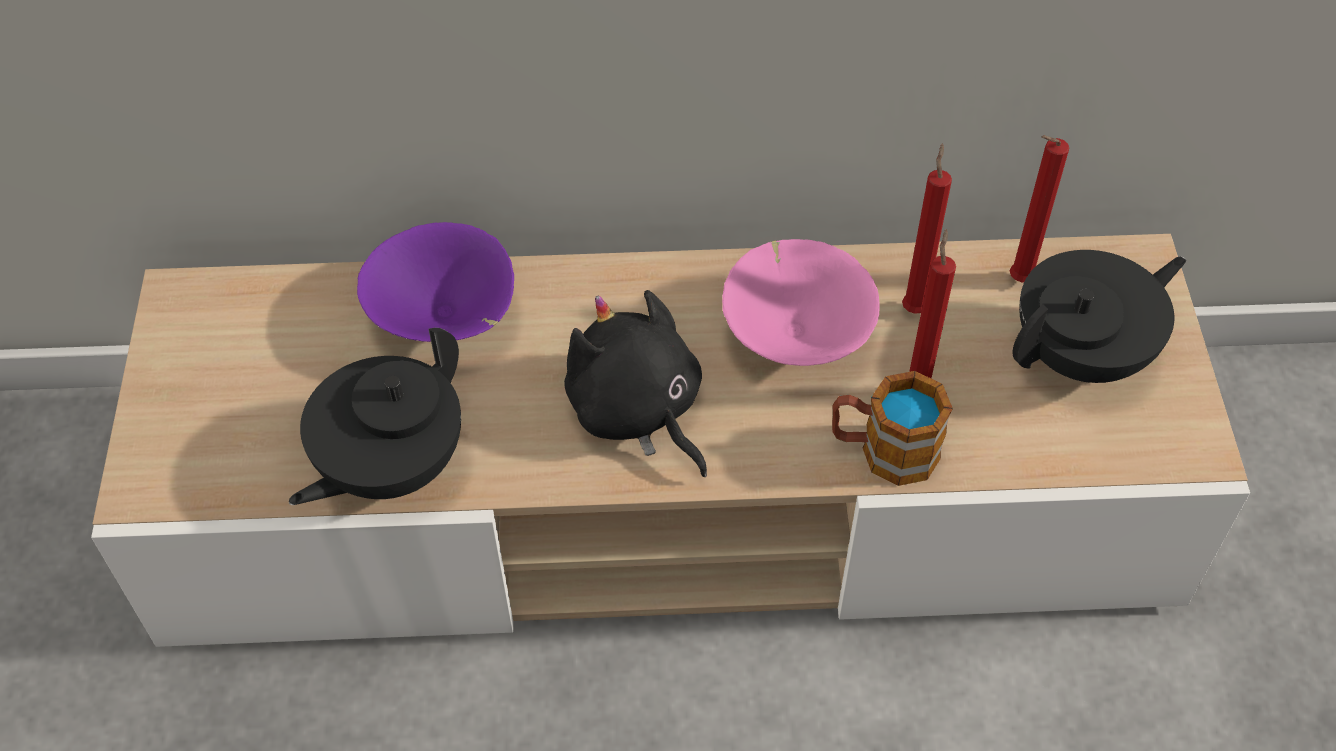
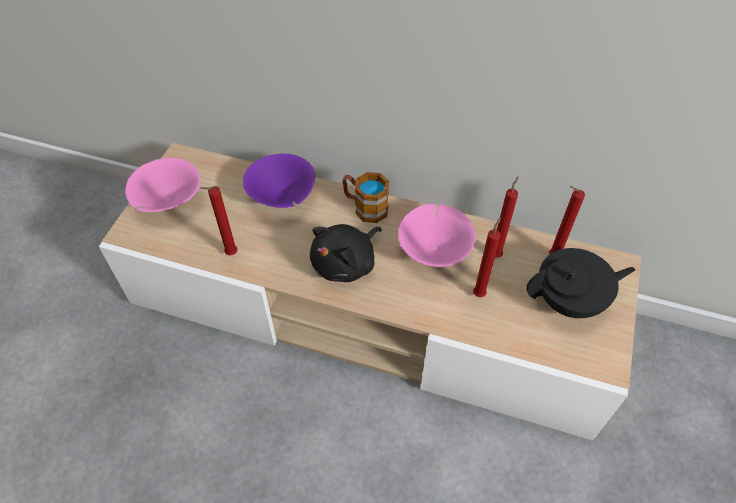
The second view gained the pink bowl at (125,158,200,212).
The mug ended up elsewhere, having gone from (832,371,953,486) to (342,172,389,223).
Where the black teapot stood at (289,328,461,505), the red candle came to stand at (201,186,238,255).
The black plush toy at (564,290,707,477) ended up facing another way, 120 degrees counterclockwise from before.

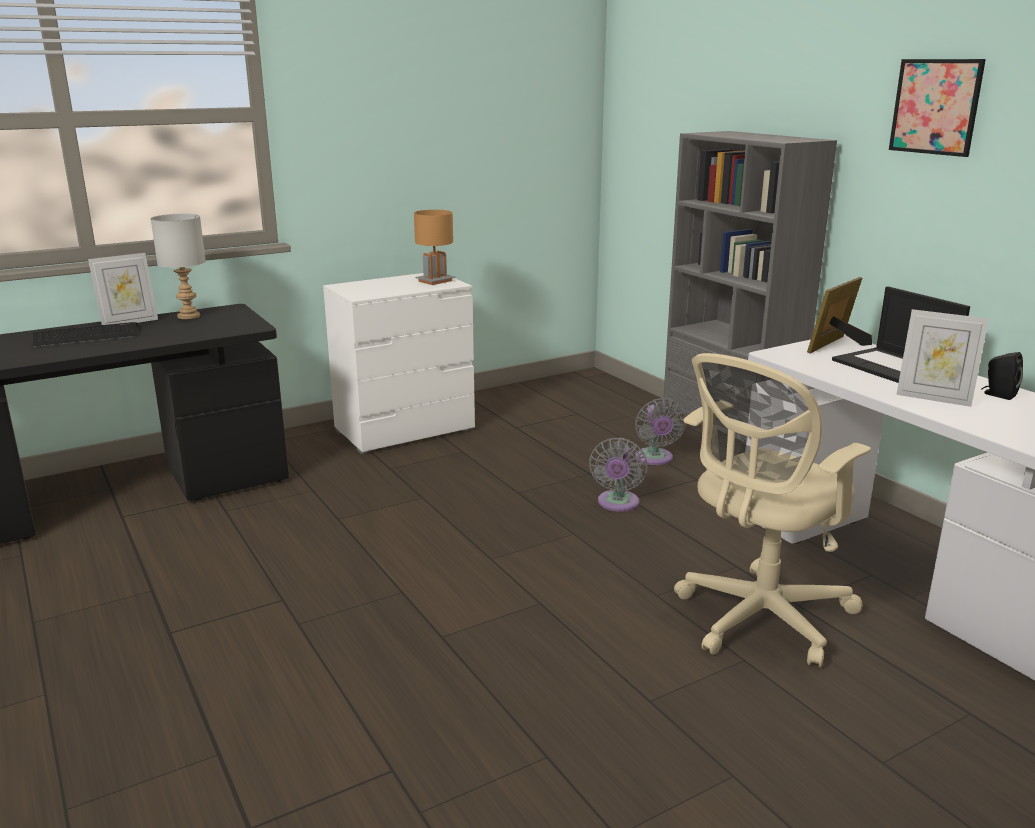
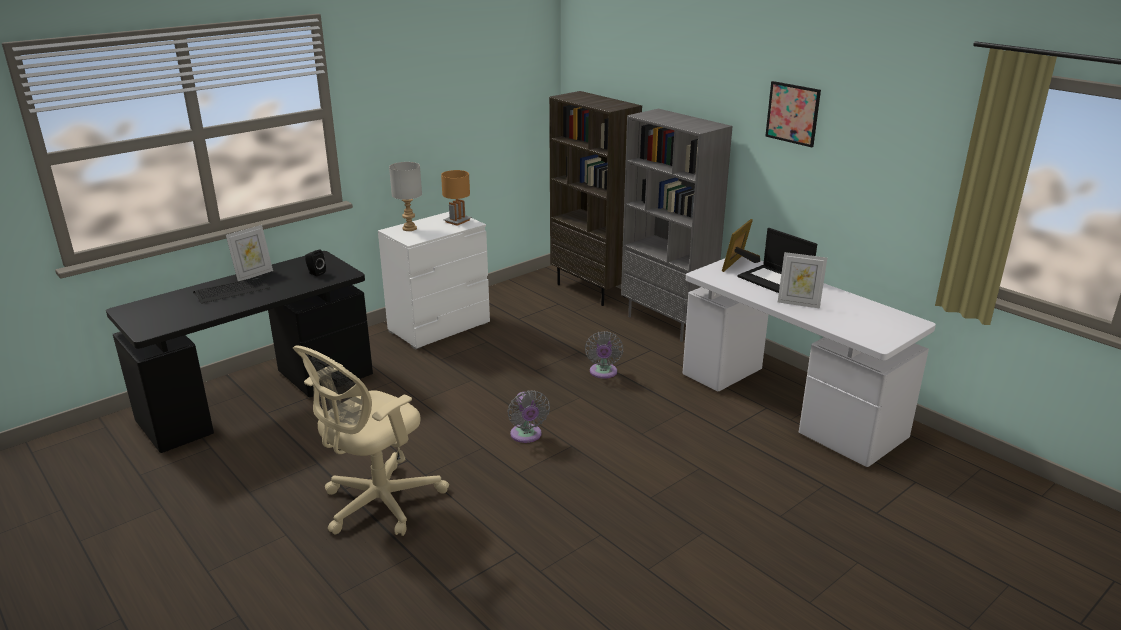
The second view gained the brown bookcase at (549,91,642,306).
The grey table lamp ended up elsewhere, having gone from (150,214,206,319) to (389,162,422,231).
The grey fan ended up elsewhere, having gone from (635,398,686,465) to (507,390,550,443).
The beige office chair ended up elsewhere, having gone from (674,353,871,667) to (293,345,449,536).
The black speaker ended up elsewhere, having gone from (981,352,1023,400) to (305,250,326,276).

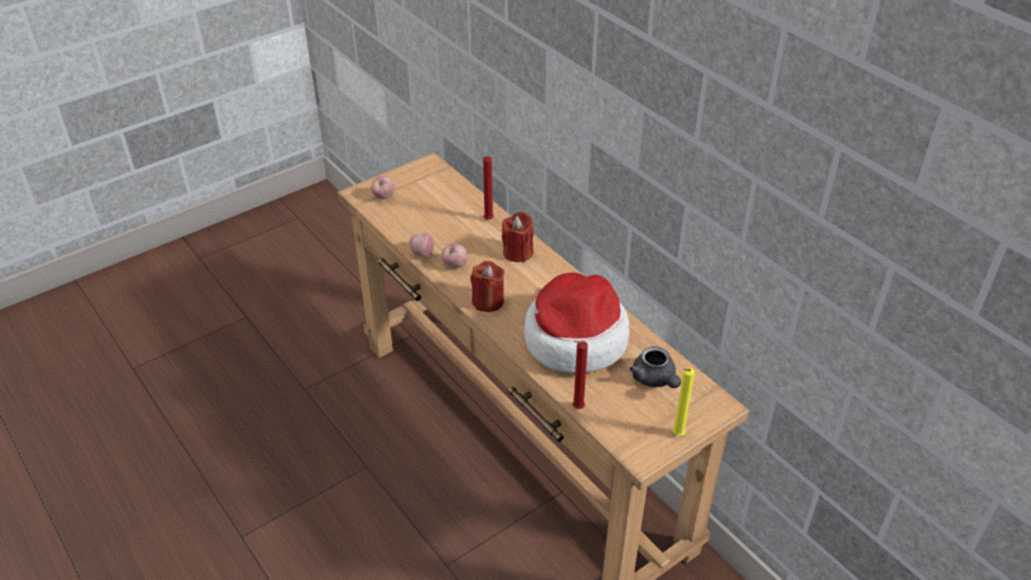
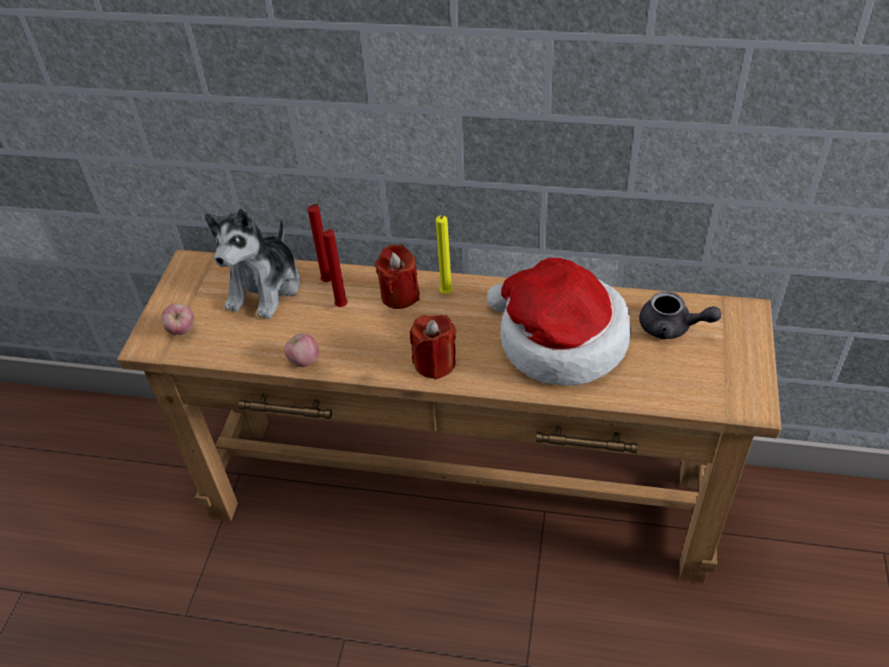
The second view lost the apple at (441,243,468,268).
The second view gained the plush toy at (204,208,300,319).
The red candle ended up elsewhere, having gone from (572,341,588,409) to (322,229,348,307).
The yellow candle ended up elsewhere, having gone from (673,368,695,436) to (436,215,453,294).

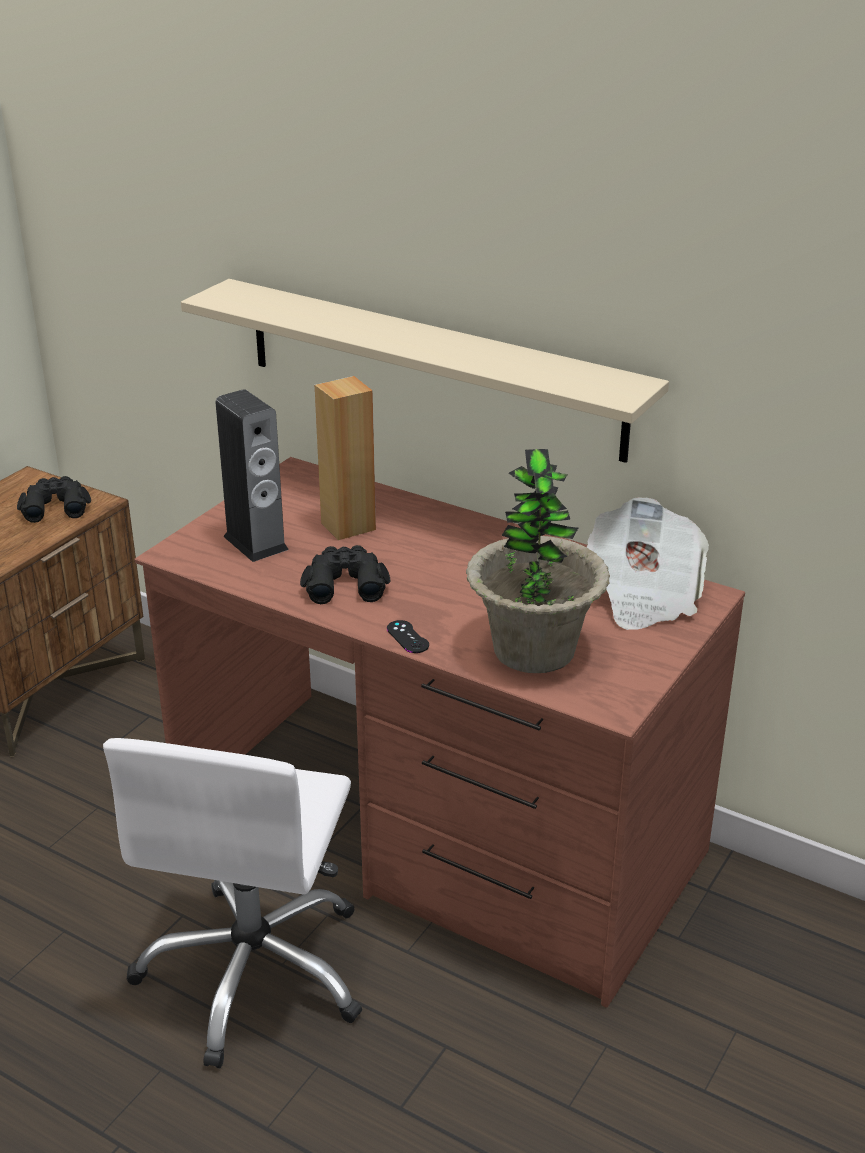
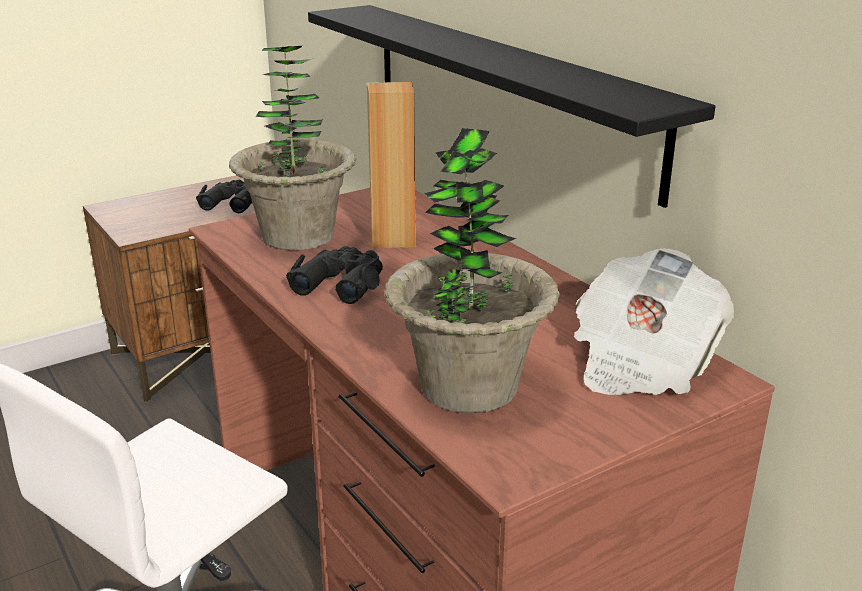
The second view lost the black game controller at (387,620,429,653).
Where the speaker stood at (216,389,289,562), the potted plant came to stand at (229,46,356,250).
What was the beige shelf at (181,279,669,463) turned into the black shelf at (308,5,716,208).

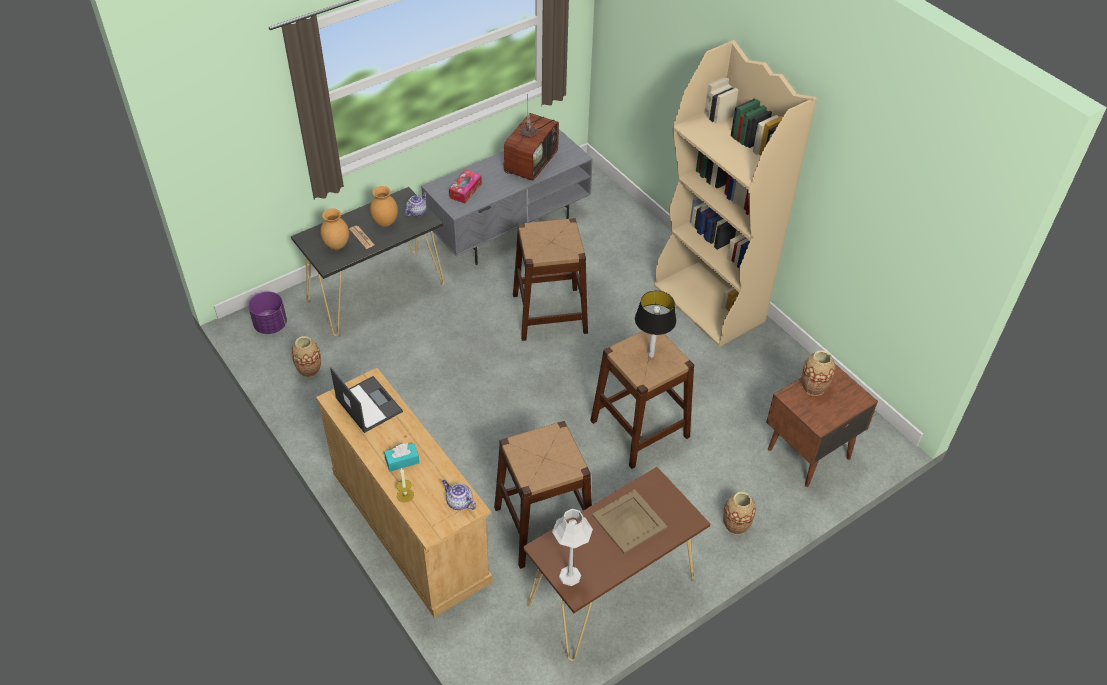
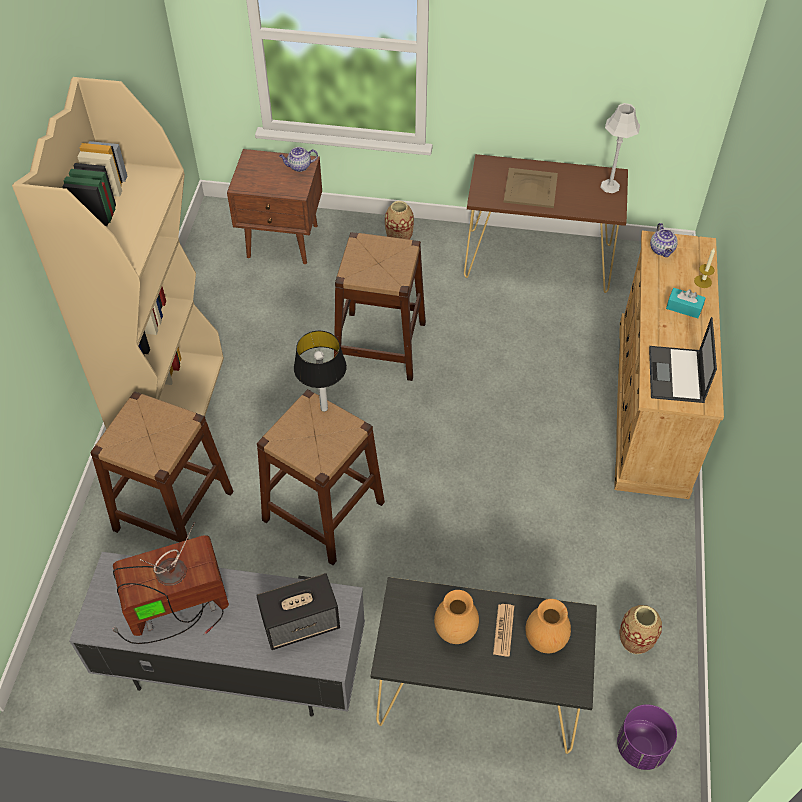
The second view lost the vase at (801,350,835,396).
The teapot ended up elsewhere, having gone from (405,192,427,217) to (279,147,318,172).
The brown stool ended up elsewhere, having gone from (494,421,592,569) to (90,391,233,542).
The table lamp ended up elsewhere, having gone from (635,290,676,358) to (294,331,347,412).
Where the tissue box stood at (449,170,482,204), the speaker came to stand at (256,573,340,650).

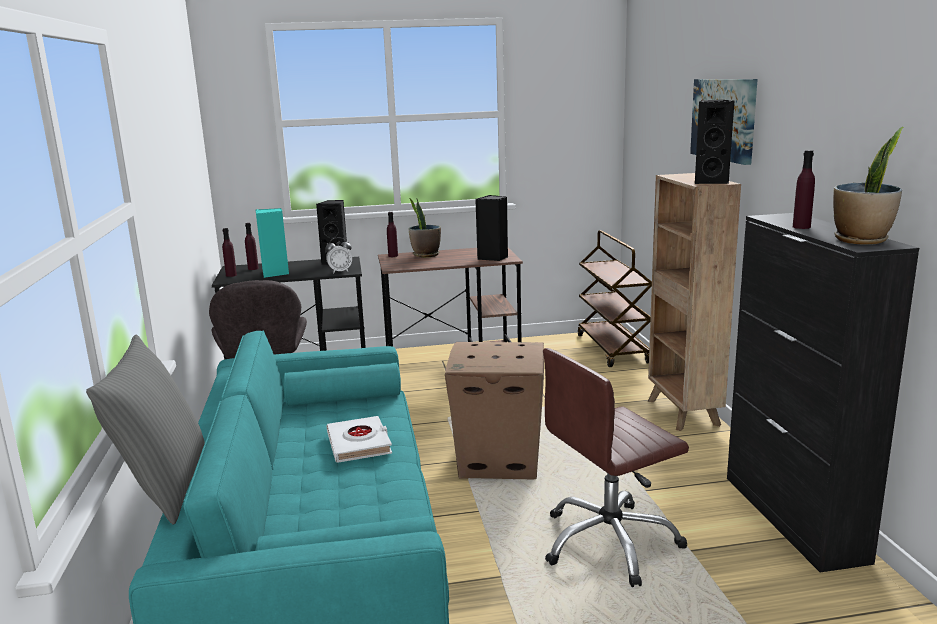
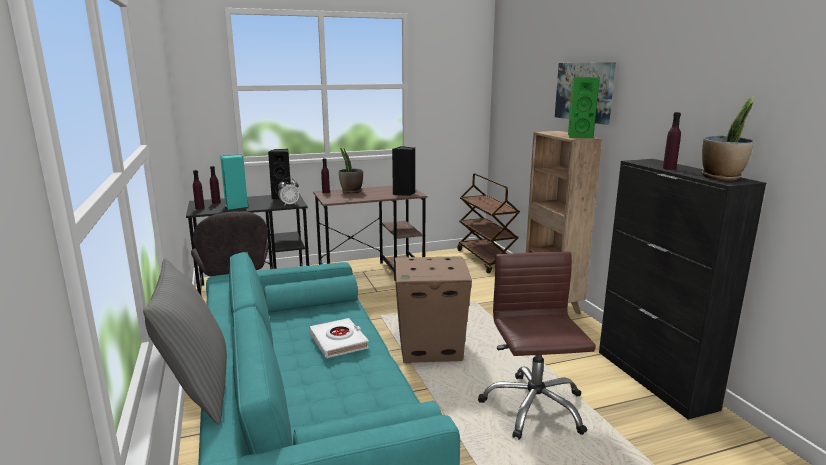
What was the black speaker at (694,100,734,184) turned into the green speaker at (568,77,600,138).
The brown office chair at (543,348,689,587) ended up facing another way, 120 degrees clockwise from before.

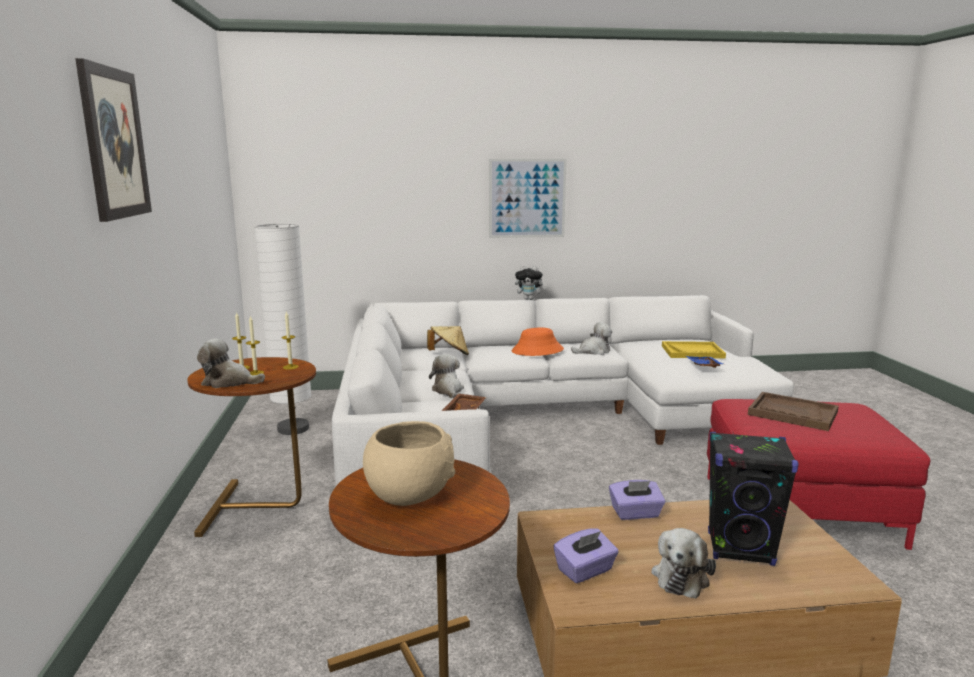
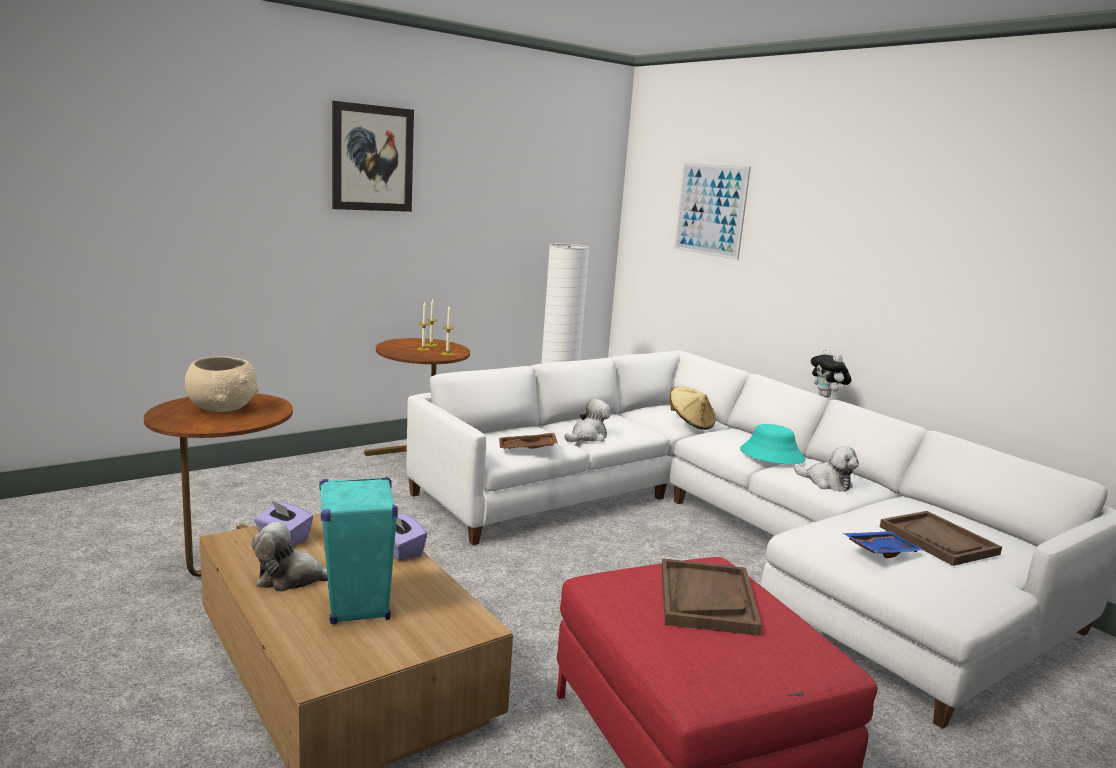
The second view lost the plush toy at (197,338,265,388).
The picture ended up elsewhere, having gone from (489,159,567,238) to (674,163,751,260).
What was the orange hat at (512,328,564,356) turned into the turquoise hat at (740,424,805,464).
What was the yellow tray at (662,341,726,359) turned into the brown tray at (880,511,1002,566).
What was the black speaker at (708,432,799,566) turned into the turquoise speaker at (319,477,398,624).

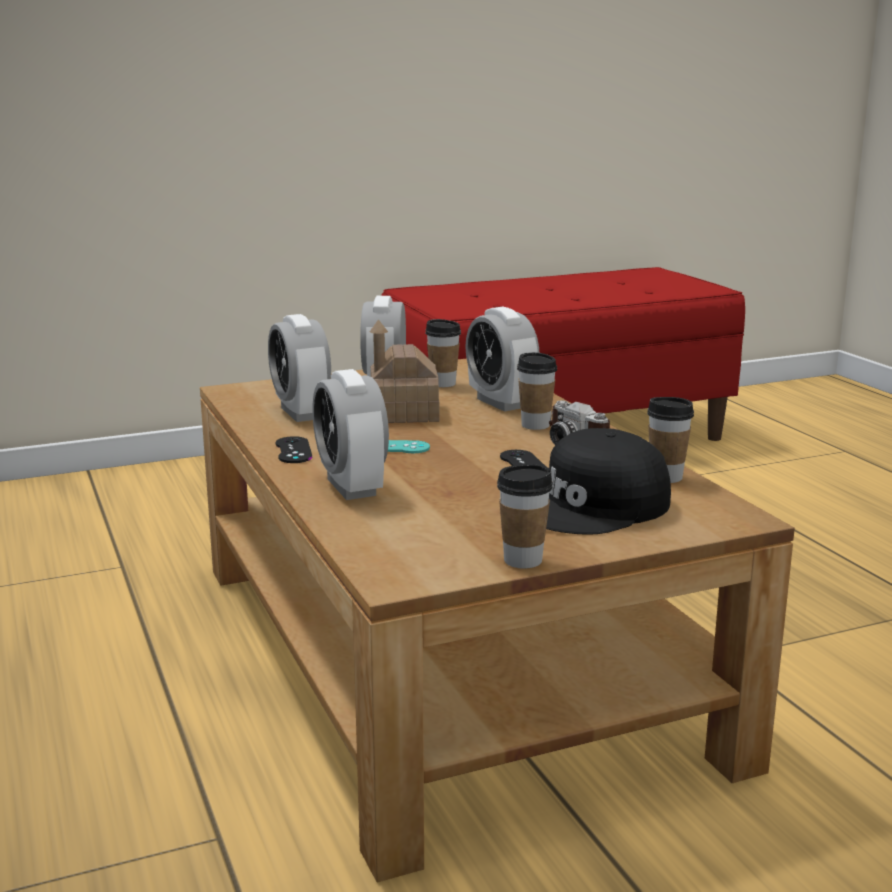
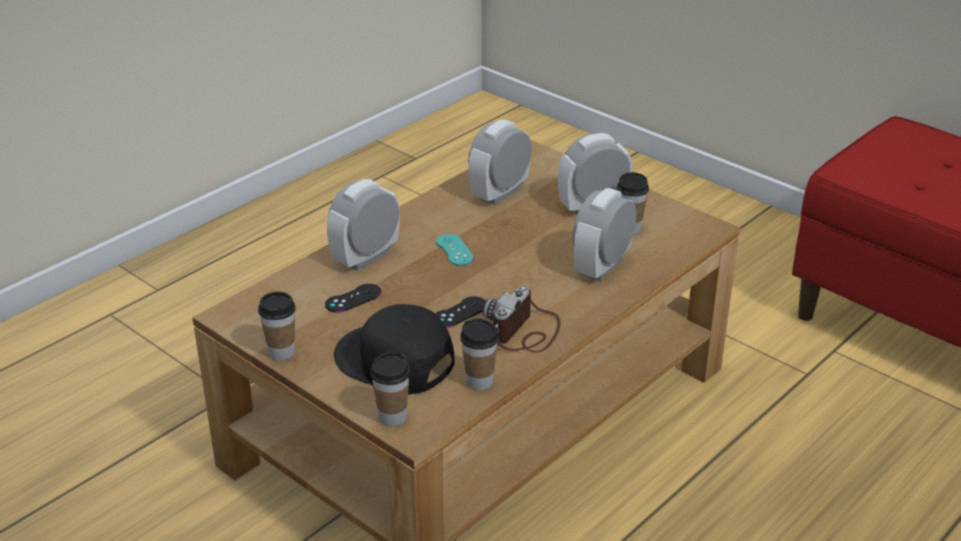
The second view lost the toy house at (370,319,440,423).
The black game controller ended up elsewhere, having gone from (276,436,312,463) to (325,284,381,313).
The cup ended up elsewhere, having gone from (517,352,557,430) to (370,352,410,426).

